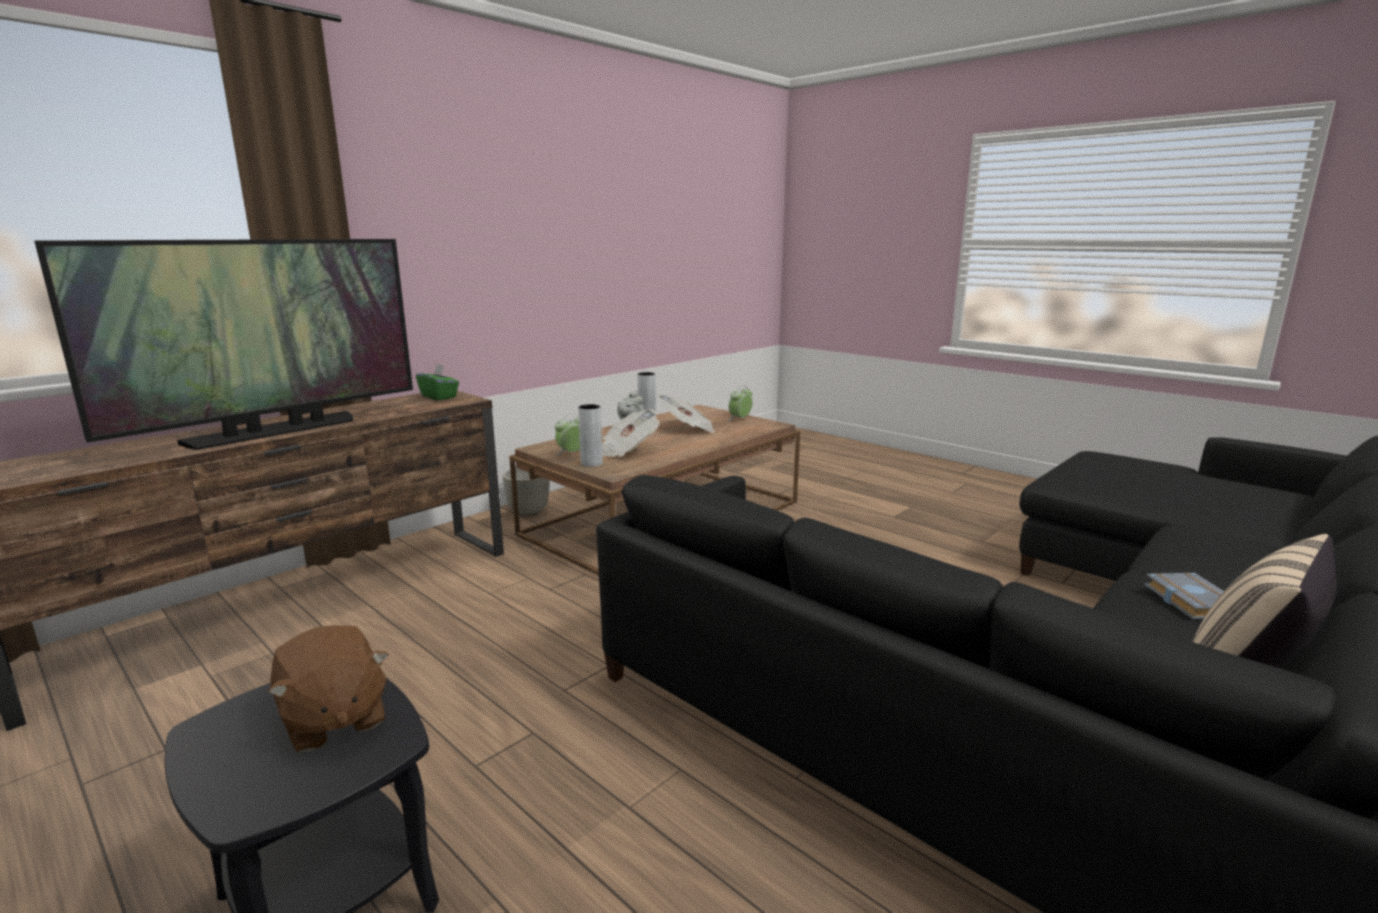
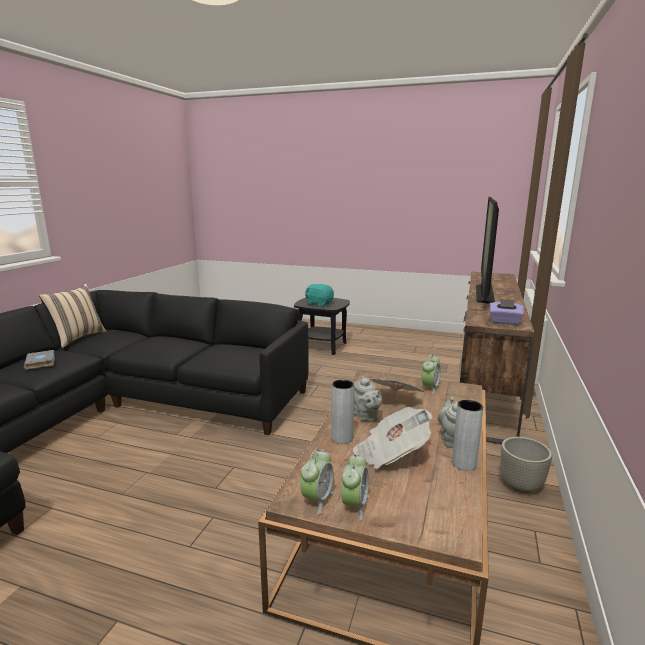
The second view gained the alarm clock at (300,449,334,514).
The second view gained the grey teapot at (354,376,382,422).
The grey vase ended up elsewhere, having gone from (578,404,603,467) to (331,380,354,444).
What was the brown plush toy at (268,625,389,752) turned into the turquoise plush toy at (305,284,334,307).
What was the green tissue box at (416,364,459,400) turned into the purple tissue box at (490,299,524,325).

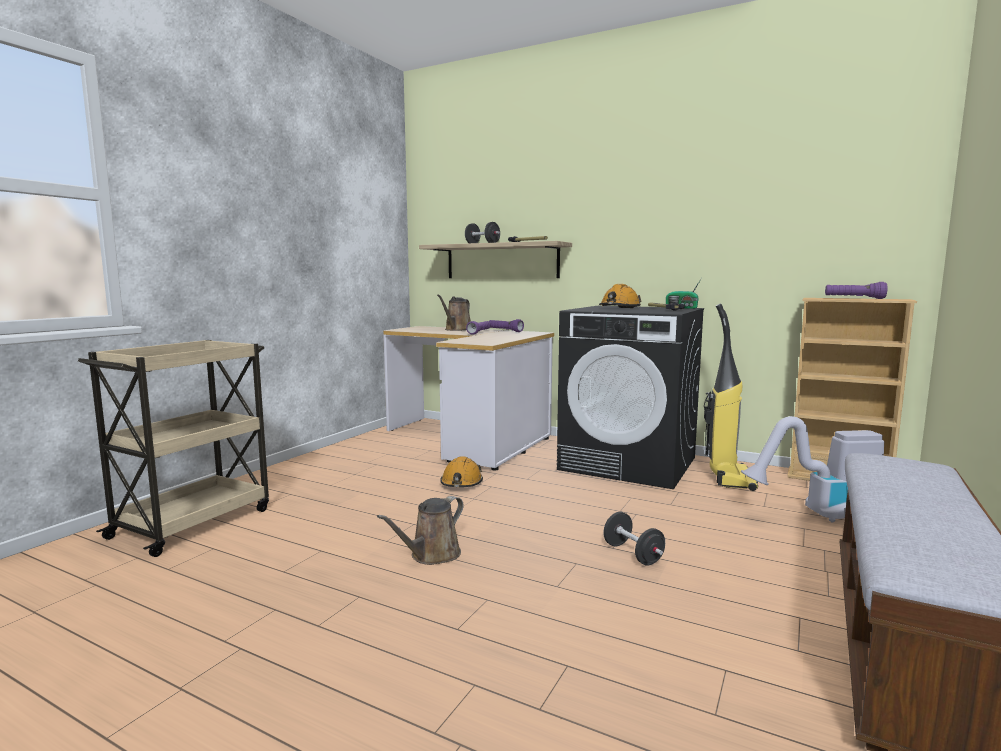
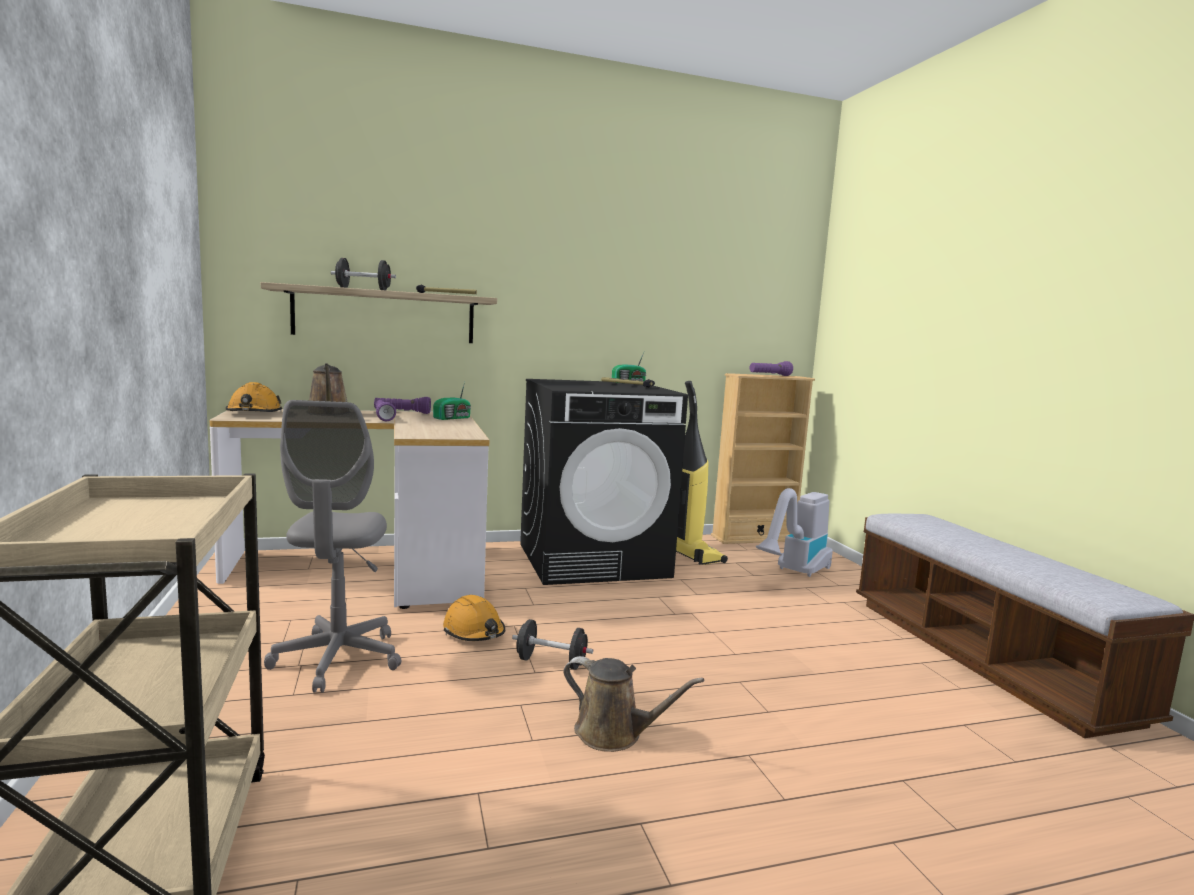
The second view gained the grey office chair at (264,400,401,693).
The second view gained the radio at (433,382,471,420).
The orange hard hat ended up elsewhere, having gone from (599,284,642,308) to (225,382,282,412).
The black dumbbell ended up elsewhere, having gone from (603,512,665,565) to (512,619,593,670).
The brown watering can at (377,496,464,565) ended up facing another way, 60 degrees counterclockwise from before.

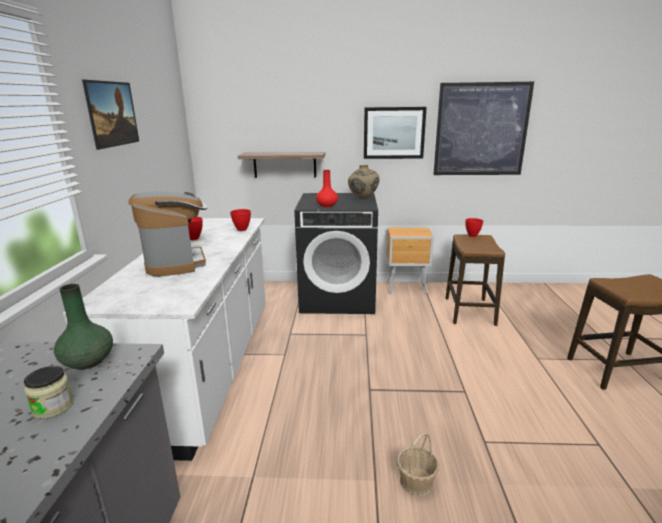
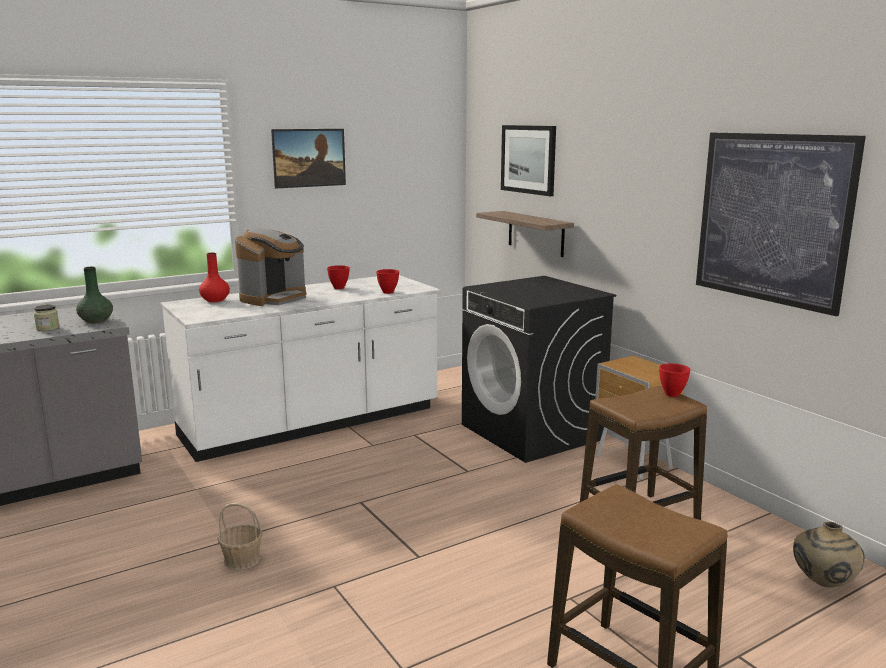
The red vase ended up elsewhere, having gone from (316,170,338,207) to (199,253,230,302).
The beige vase ended up elsewhere, having gone from (348,165,380,199) to (793,522,865,587).
The picture ended up elsewhere, having gone from (364,107,427,159) to (501,125,556,196).

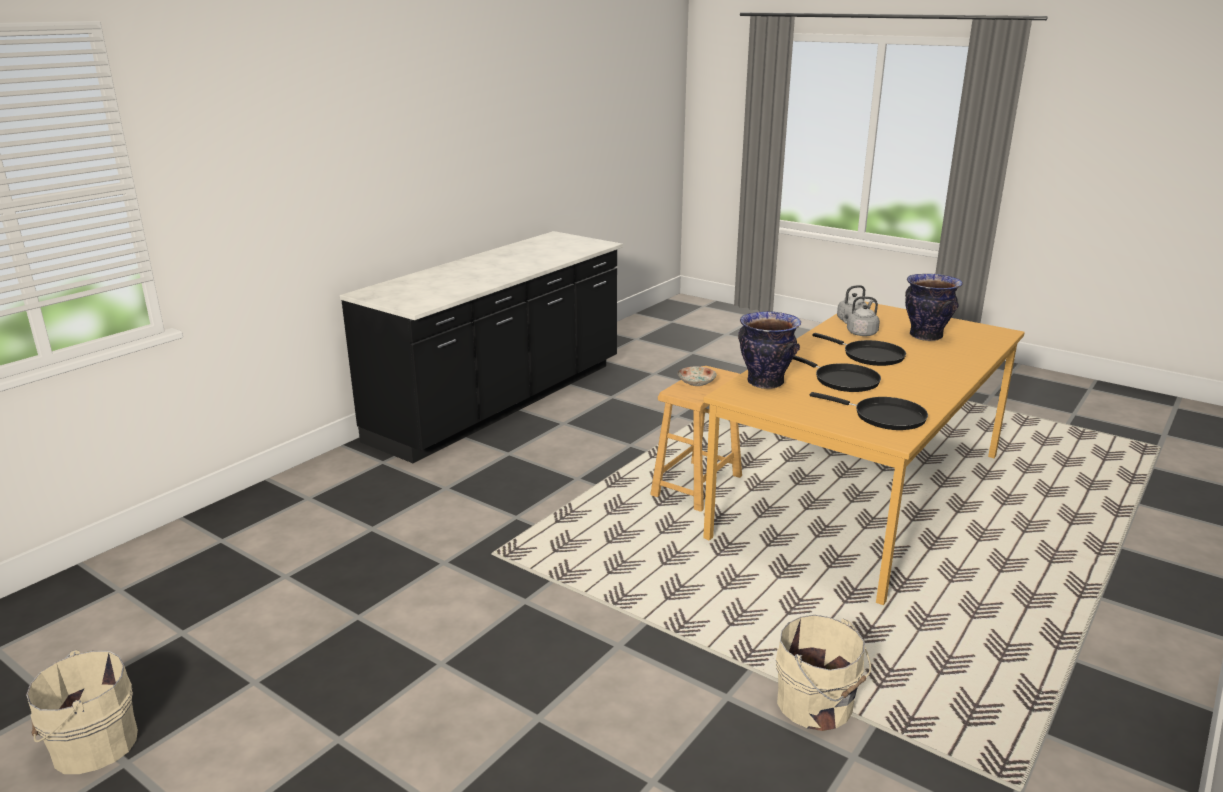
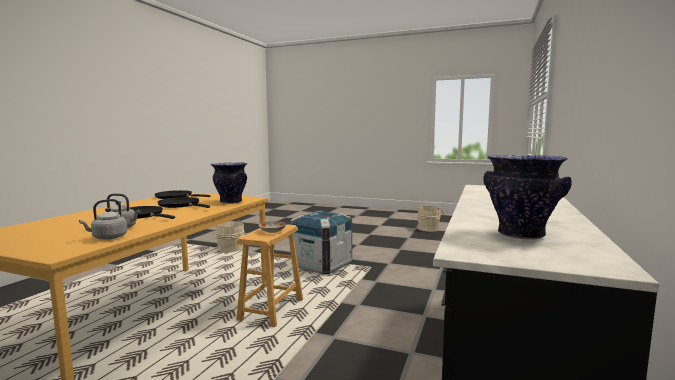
The second view gained the crate at (291,211,352,274).
The vase ended up elsewhere, having gone from (905,274,963,341) to (483,155,572,240).

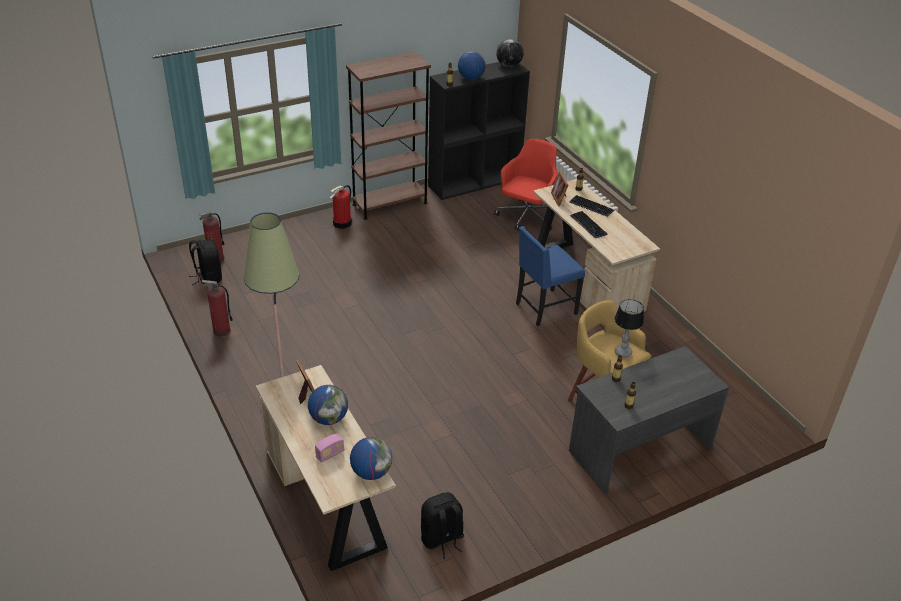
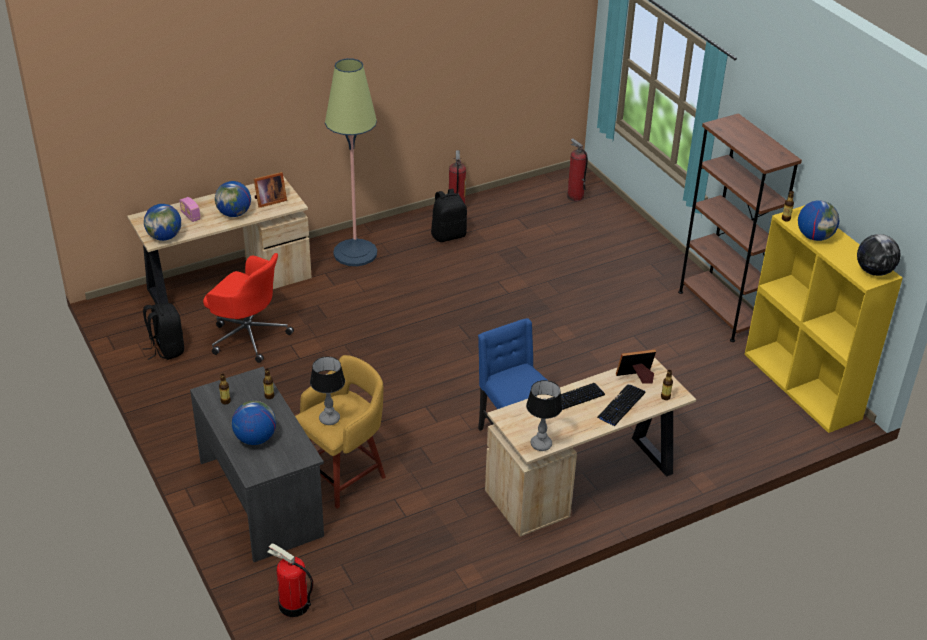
The second view gained the globe at (232,401,276,445).
The second view gained the table lamp at (526,380,563,451).
The black backpack ended up elsewhere, having gone from (189,240,222,285) to (431,189,467,242).
The fire extinguisher ended up elsewhere, having gone from (329,185,352,229) to (267,543,313,617).
The red office chair ended up elsewhere, having gone from (494,139,558,231) to (203,253,294,363).
What was the black bookcase at (428,62,530,200) turned into the yellow bookcase at (744,205,903,433).

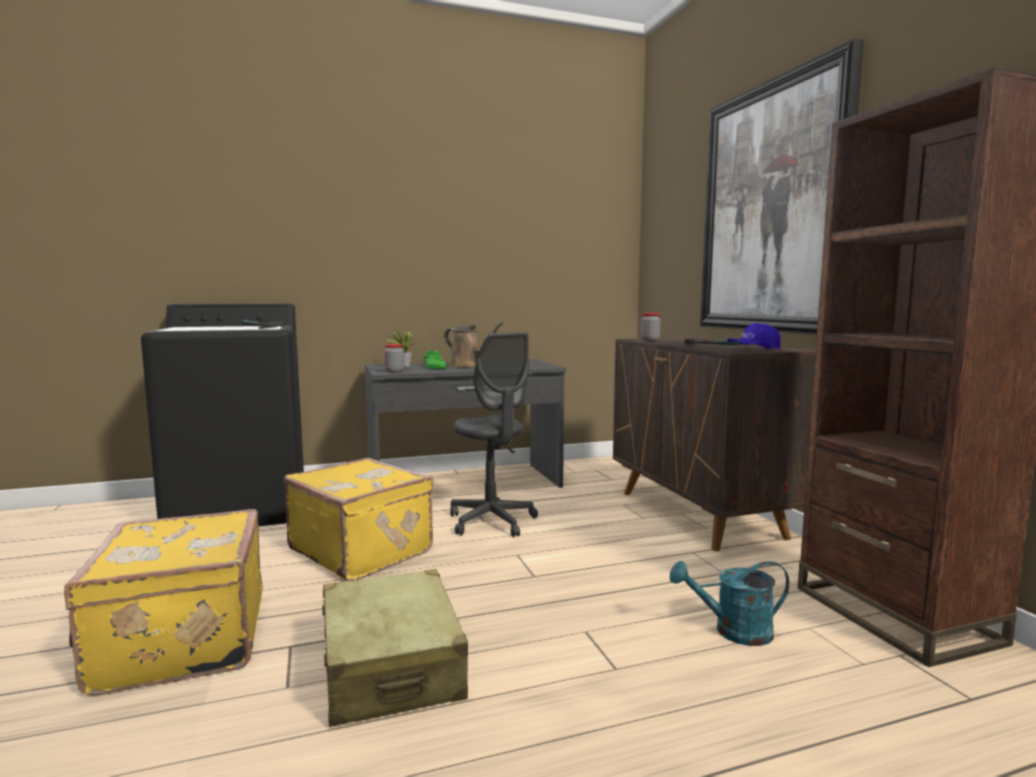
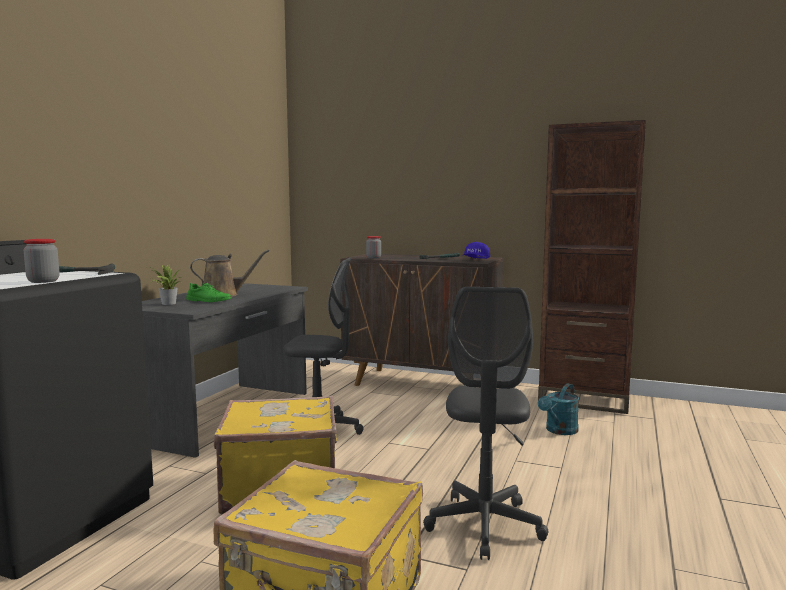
The second view lost the picture at (700,39,863,334).
The jar ended up elsewhere, having gone from (385,344,404,373) to (24,239,59,283).
Where the beige suitcase stood at (322,569,468,727), the grey office chair came to stand at (423,287,548,560).

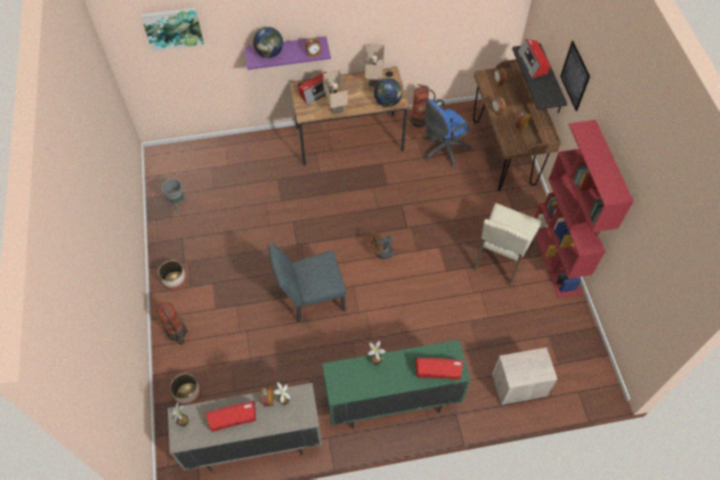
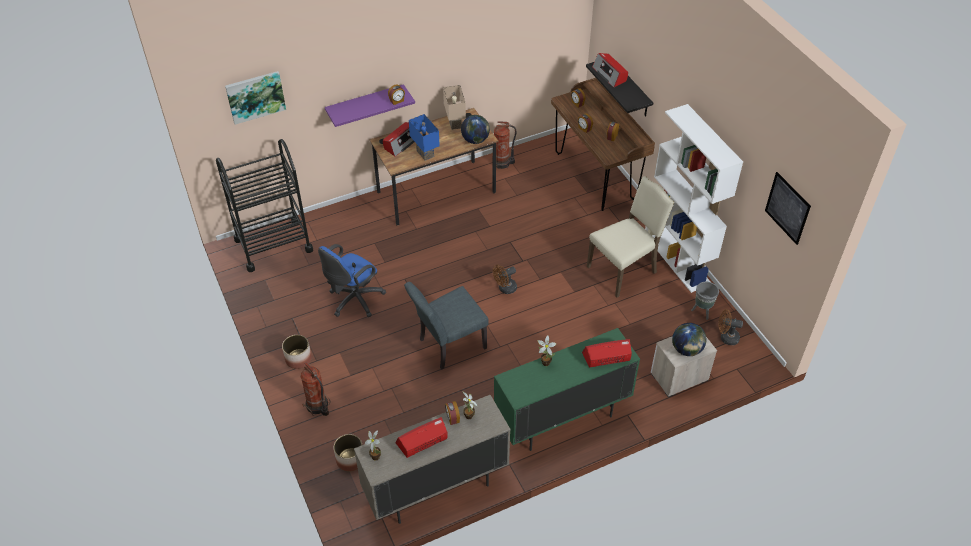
The second view gained the black cart at (216,139,313,272).
The second view gained the brown fan at (719,309,743,345).
The grey planter ended up elsewhere, having gone from (161,179,187,212) to (691,282,719,320).
The globe ended up elsewhere, having gone from (253,27,283,58) to (672,323,706,356).
The blue office chair ended up elsewhere, having gone from (423,99,471,167) to (318,244,386,317).
The picture ended up elsewhere, having gone from (560,41,590,111) to (765,172,811,245).
What was the beige table lamp at (323,70,348,115) turned into the blue table lamp at (409,114,440,161).
What was the red bookcase at (534,120,634,298) turned into the white bookcase at (645,104,743,293).
The beige chair at (473,203,542,286) ended up facing another way, 135 degrees counterclockwise from before.

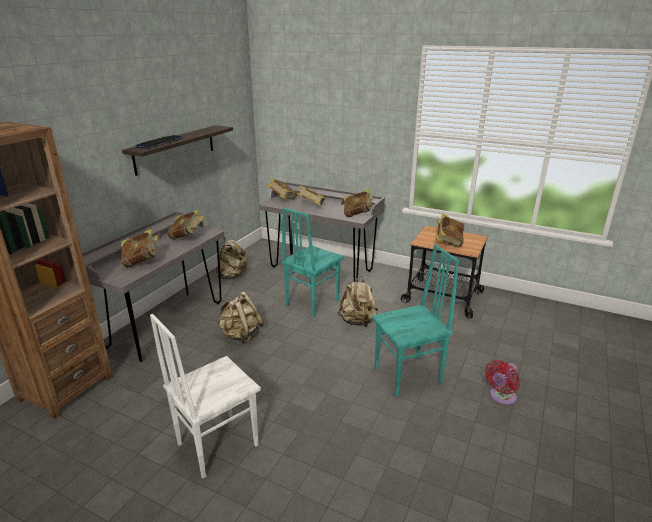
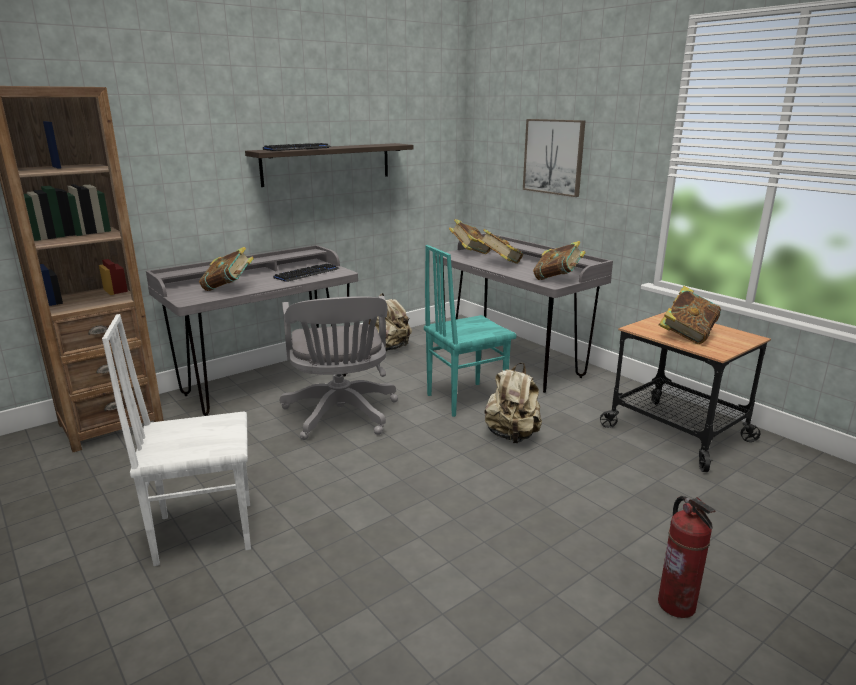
The second view lost the turquoise chair at (372,244,459,396).
The second view gained the picture at (523,119,585,197).
Where the book stood at (167,210,204,240), the keyboard came to stand at (273,264,340,282).
Where the beige backpack stood at (217,292,264,344), the grey office chair came to stand at (280,296,398,440).
Where the red fan stood at (485,360,520,405), the fire extinguisher came to stand at (658,496,716,618).

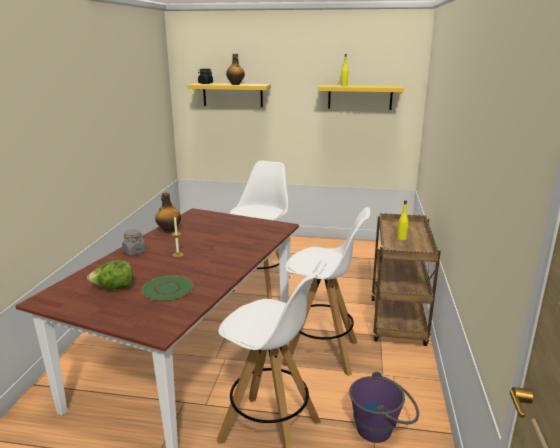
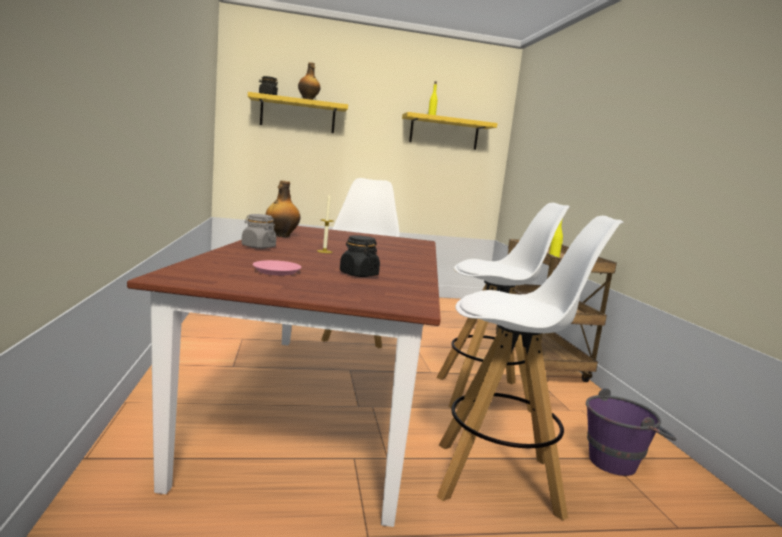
Where the lettuce stood at (87,260,133,290), the pink plate came to stand at (253,260,301,276).
Where the green plate stood at (141,275,194,301), the black jar came to stand at (340,235,380,277).

